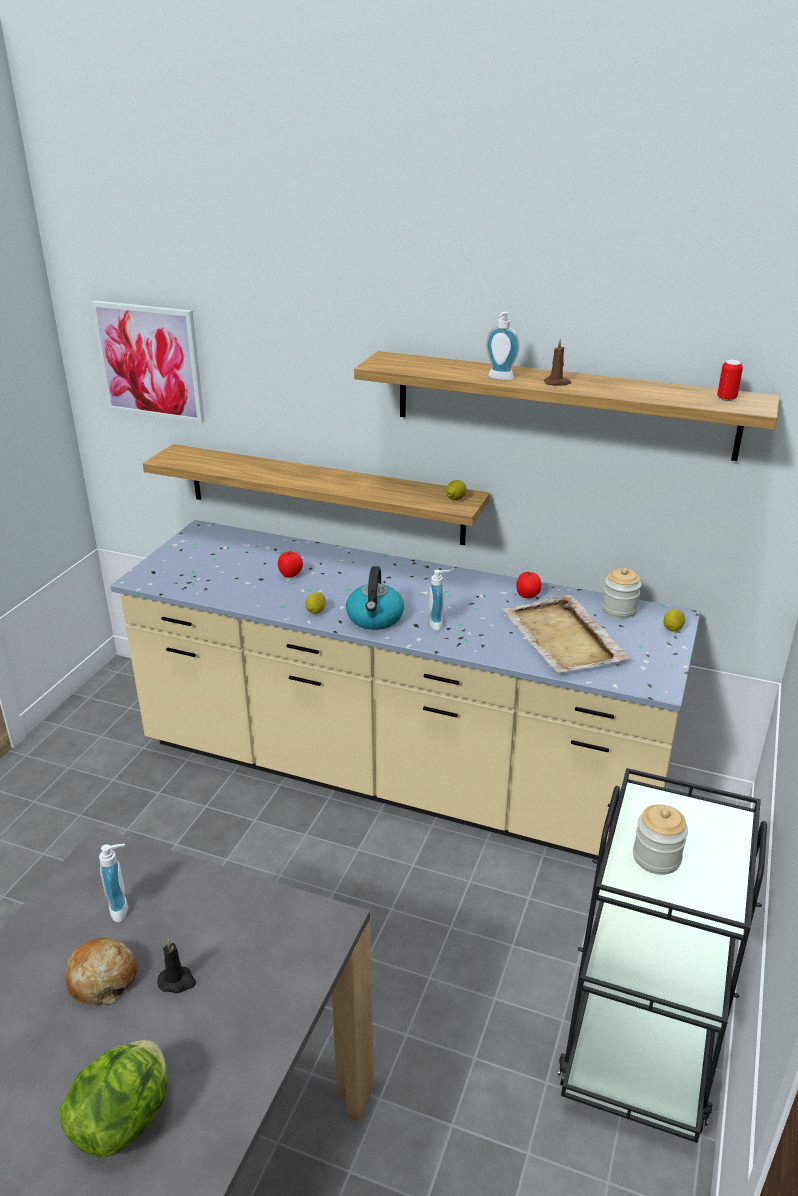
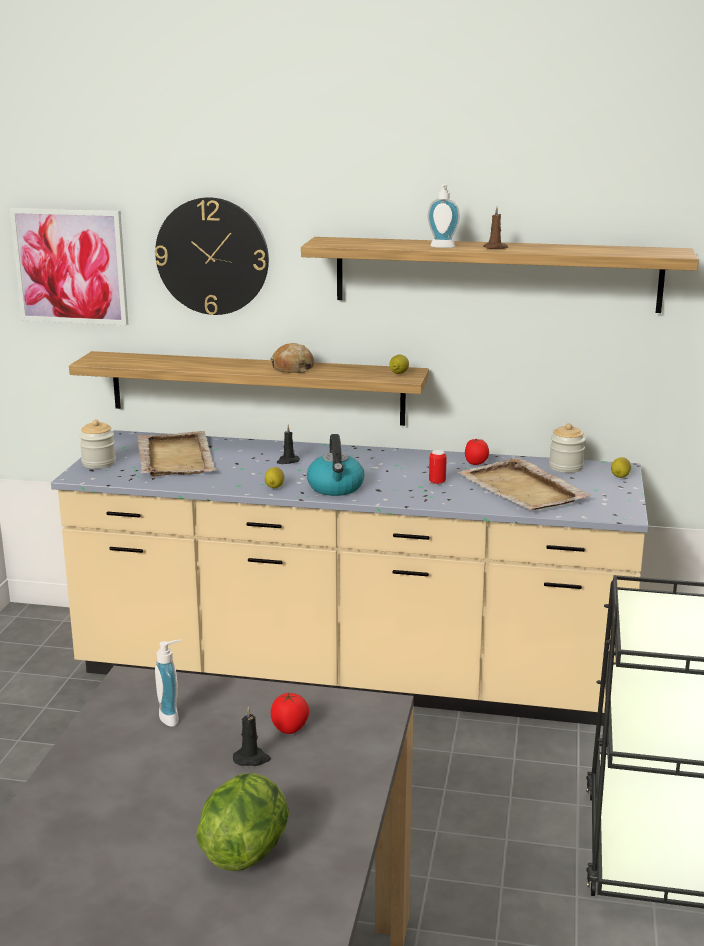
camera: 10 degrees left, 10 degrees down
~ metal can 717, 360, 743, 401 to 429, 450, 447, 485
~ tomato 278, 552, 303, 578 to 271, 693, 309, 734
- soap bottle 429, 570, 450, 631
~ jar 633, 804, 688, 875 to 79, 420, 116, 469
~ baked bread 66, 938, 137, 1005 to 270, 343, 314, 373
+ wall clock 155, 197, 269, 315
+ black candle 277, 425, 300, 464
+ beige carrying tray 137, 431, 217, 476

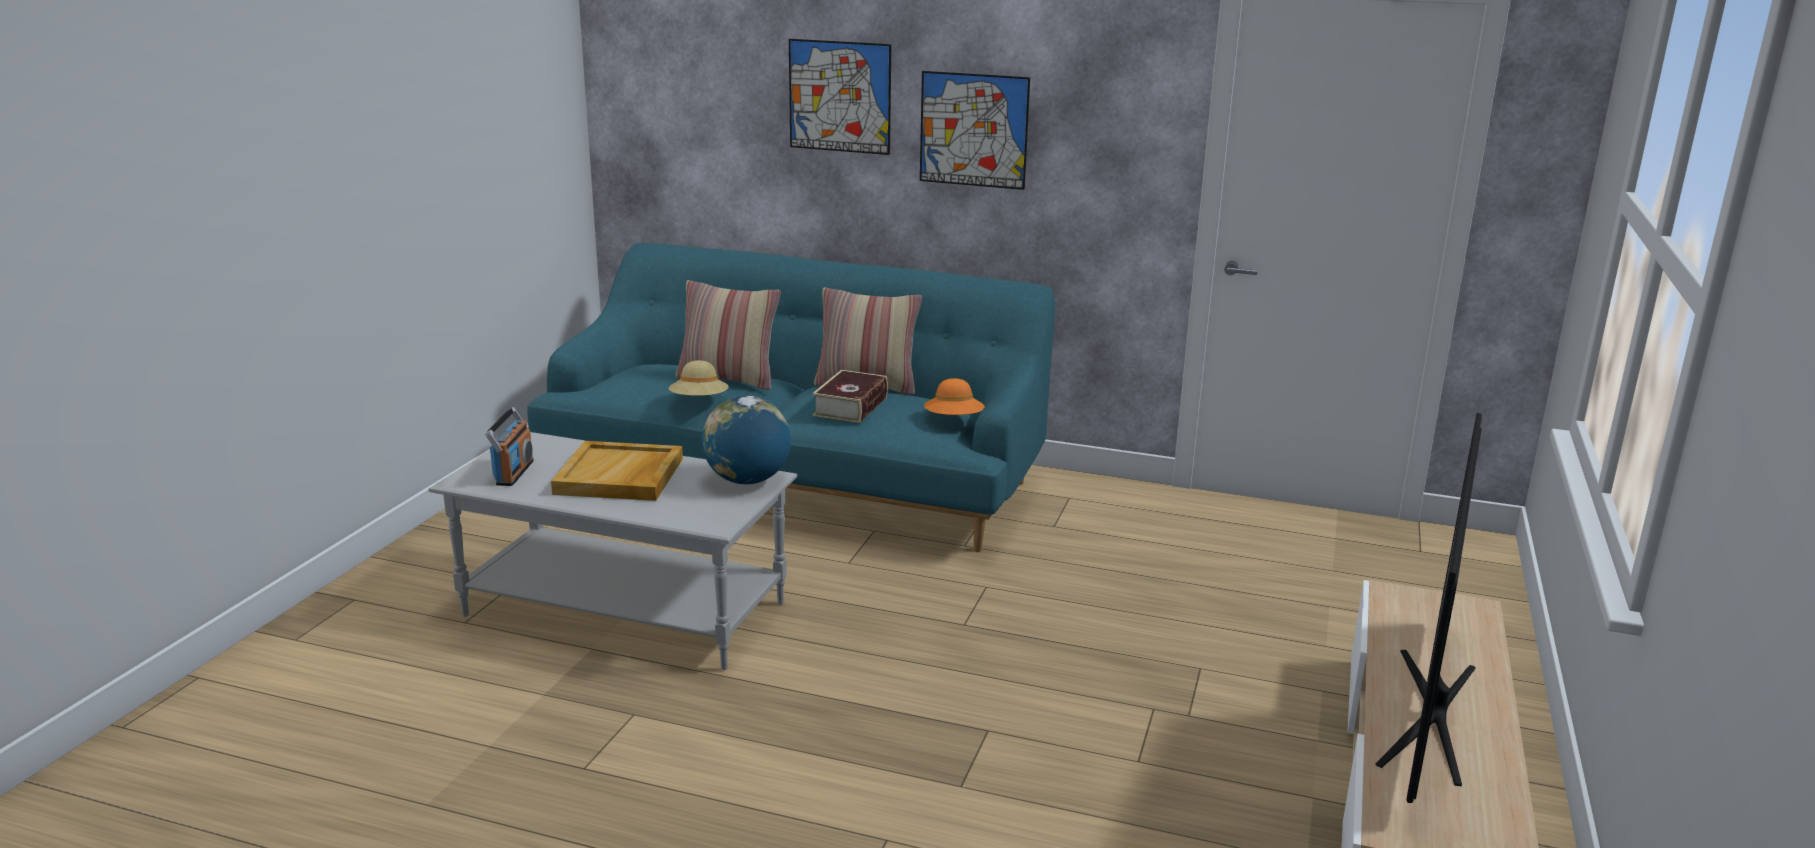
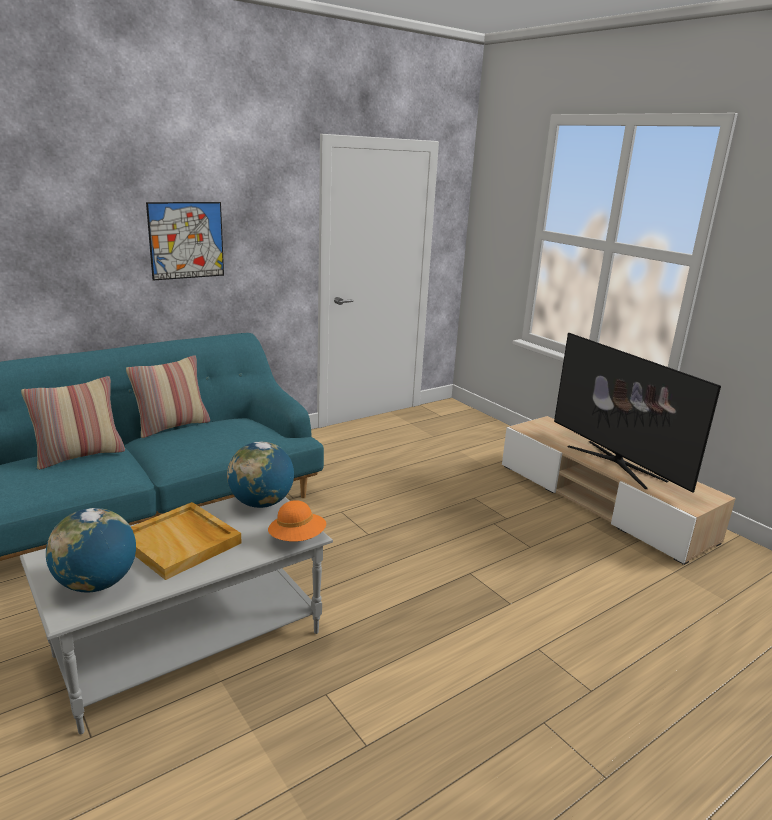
camera: 55 degrees left, 0 degrees up
- wall art 789, 39, 891, 155
- beige hat 669, 360, 729, 396
- bound book 812, 370, 888, 423
~ orange hat 924, 378, 985, 415 to 268, 500, 326, 542
~ radio receiver 485, 407, 534, 486 to desk globe 46, 508, 136, 593

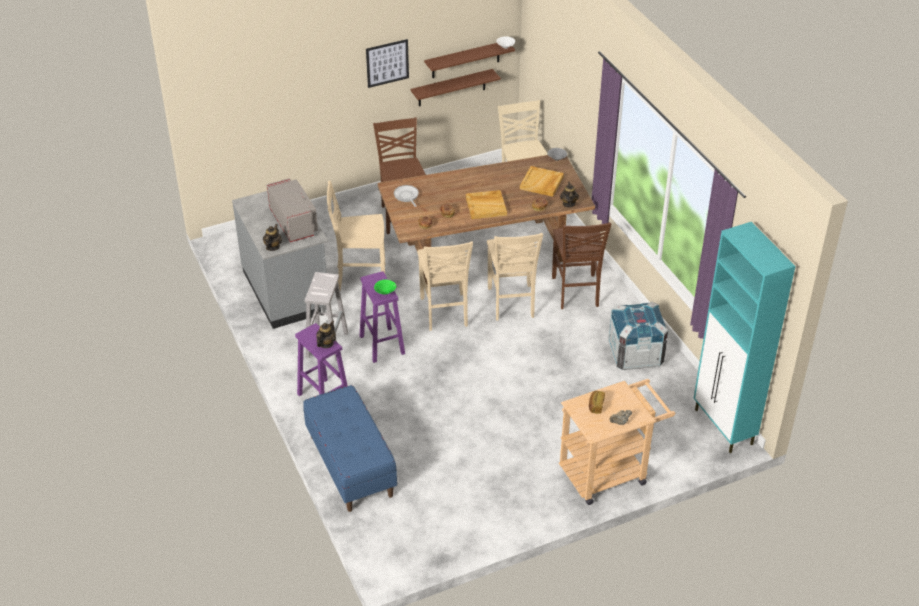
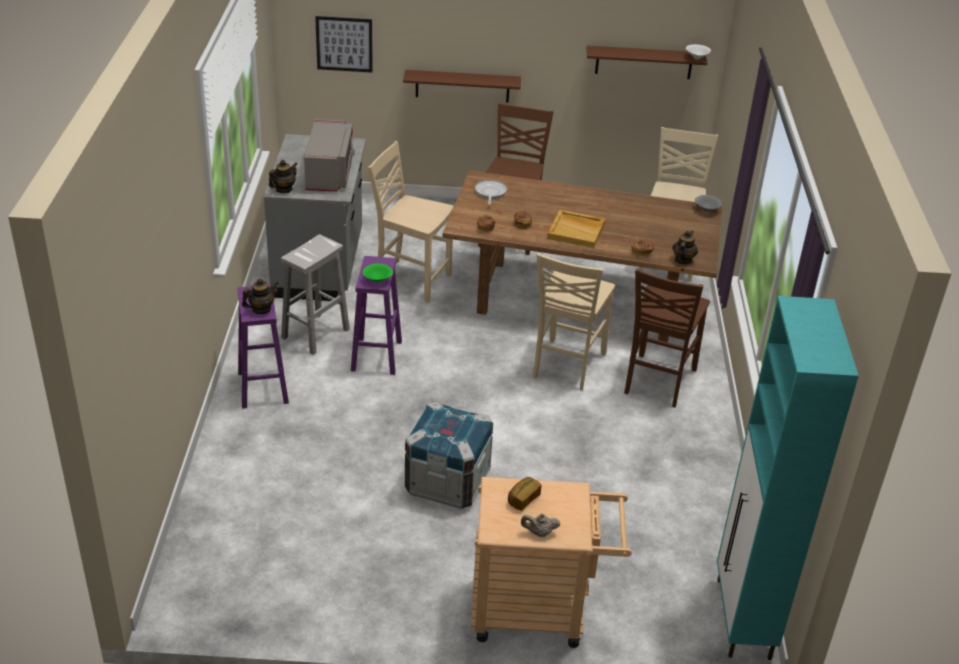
camera: 25 degrees right, 5 degrees down
~ wall art 366, 39, 409, 88 to 315, 16, 373, 72
~ brownish bracket shelf 411, 69, 501, 106 to 403, 70, 521, 103
- beige carrying tray 520, 166, 564, 197
- beige plain chair 417, 241, 473, 331
~ crate 608, 302, 668, 370 to 405, 402, 493, 509
- blue long seat 303, 385, 397, 512

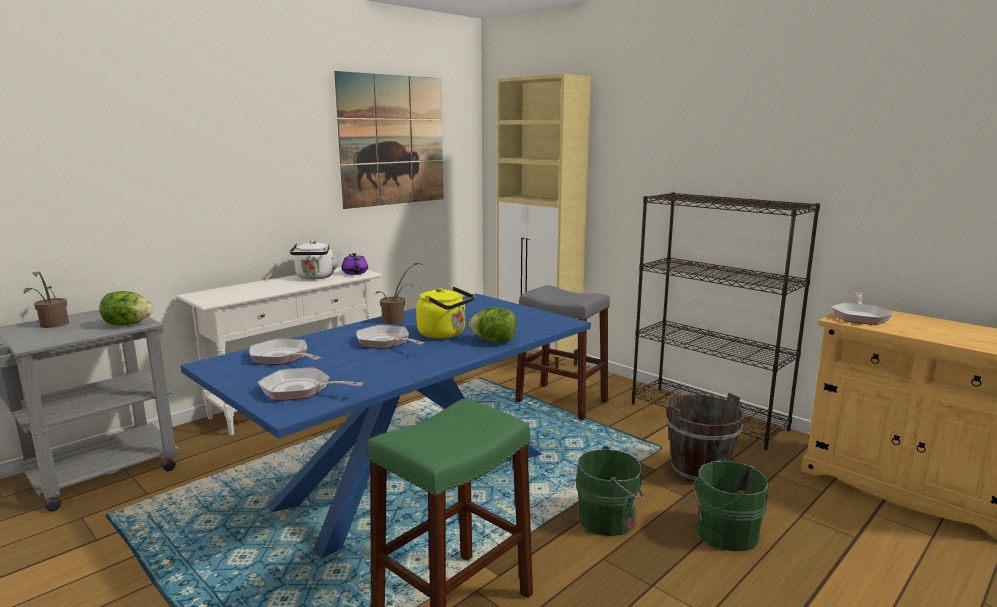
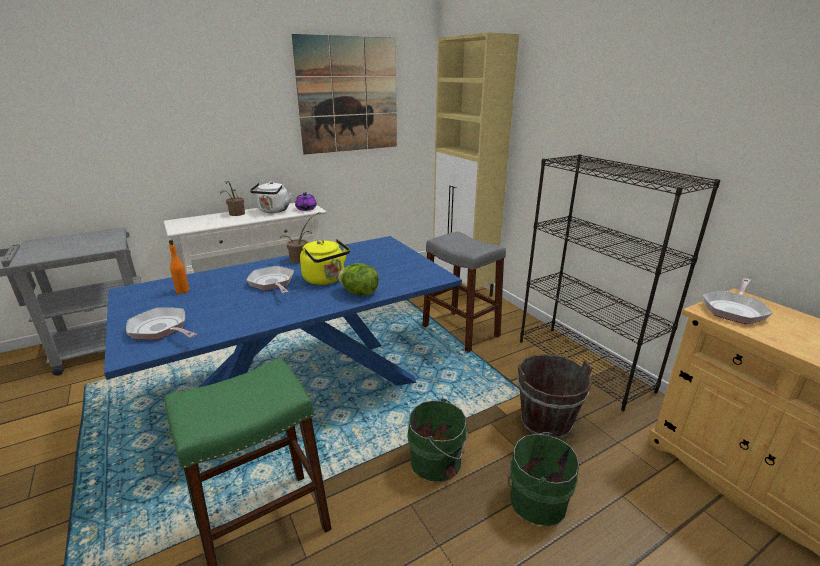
camera: 15 degrees right, 10 degrees up
~ potted plant 24, 272, 69, 328 to 220, 181, 245, 216
- lettuce 99, 291, 153, 326
~ pan 249, 338, 321, 365 to orange drink bottle 169, 240, 189, 294

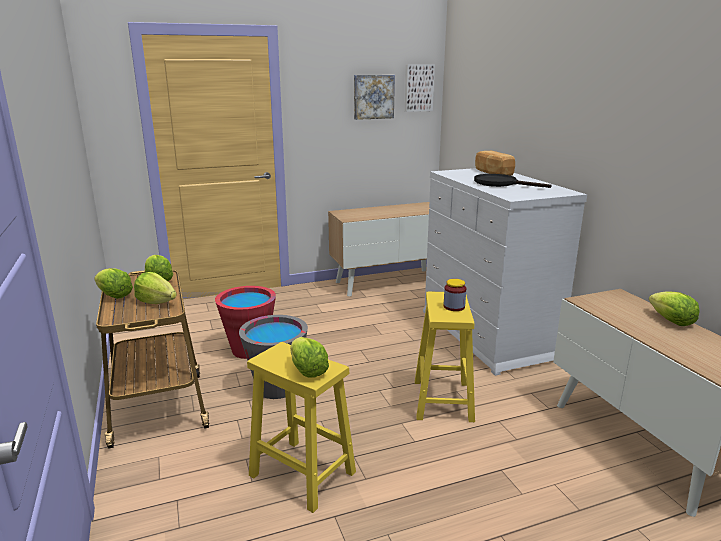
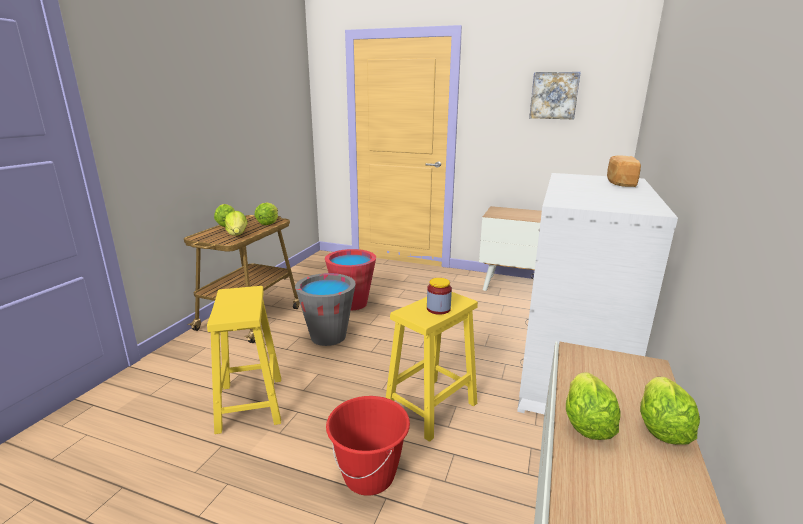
camera: 40 degrees right, 0 degrees up
- wall art 405, 64, 435, 112
- black pan 474, 174, 552, 188
~ lettuce 290, 337, 329, 378 to 566, 372, 621, 440
+ reddish pail 326, 396, 410, 496

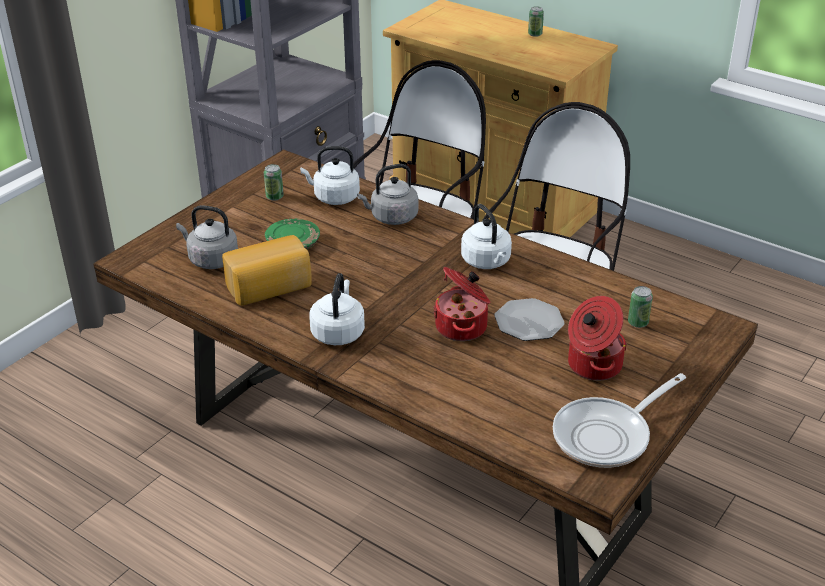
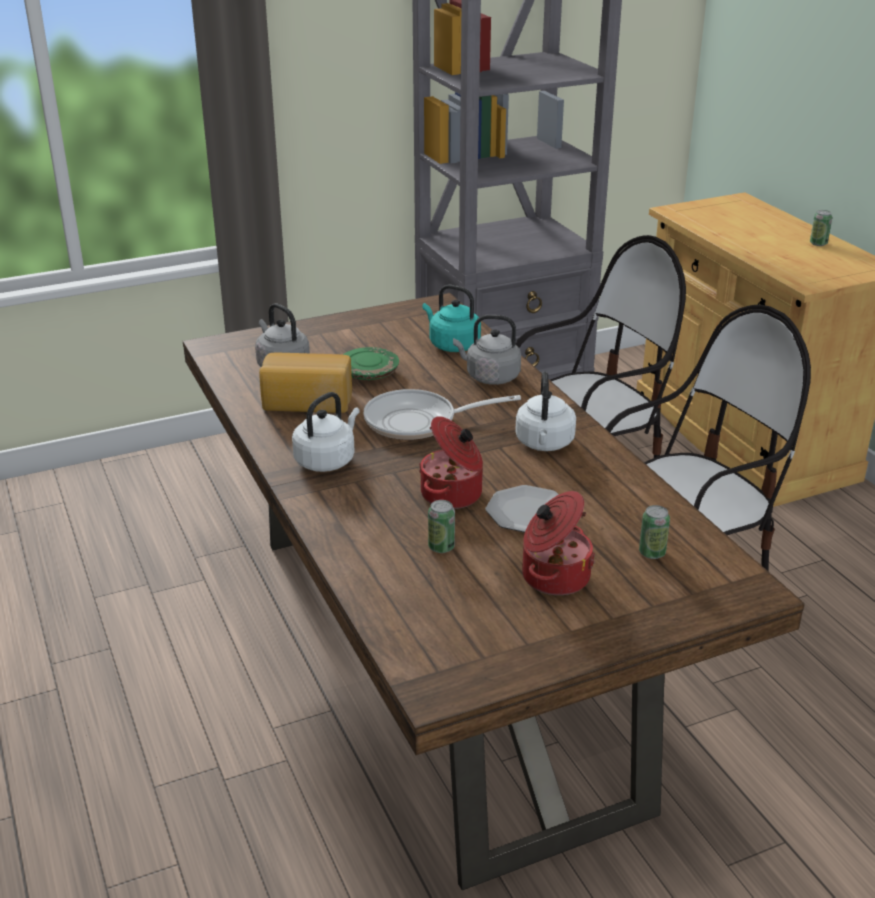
camera: 30 degrees right, 5 degrees down
~ white-coloured water kettle 300, 146, 360, 205 to turquoise-coloured water kettle 423, 285, 481, 352
~ metal can 264, 164, 284, 201 to 428, 500, 455, 553
~ pan 553, 373, 686, 468 to 364, 389, 521, 440

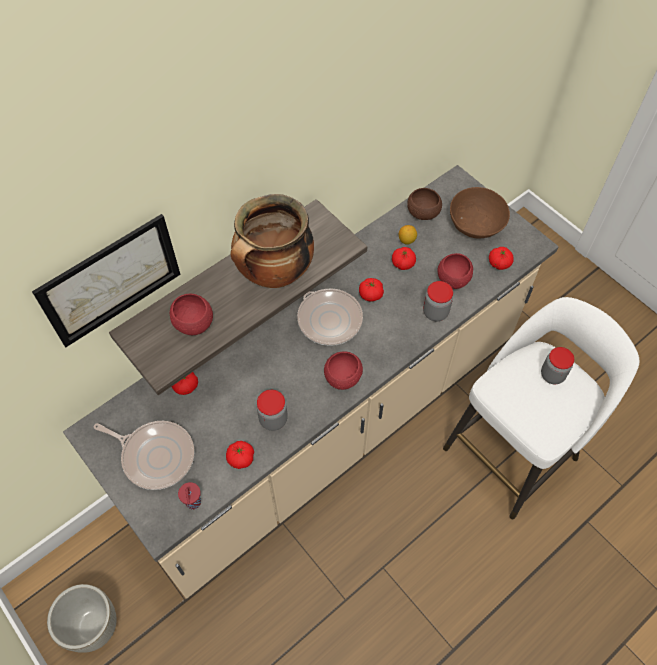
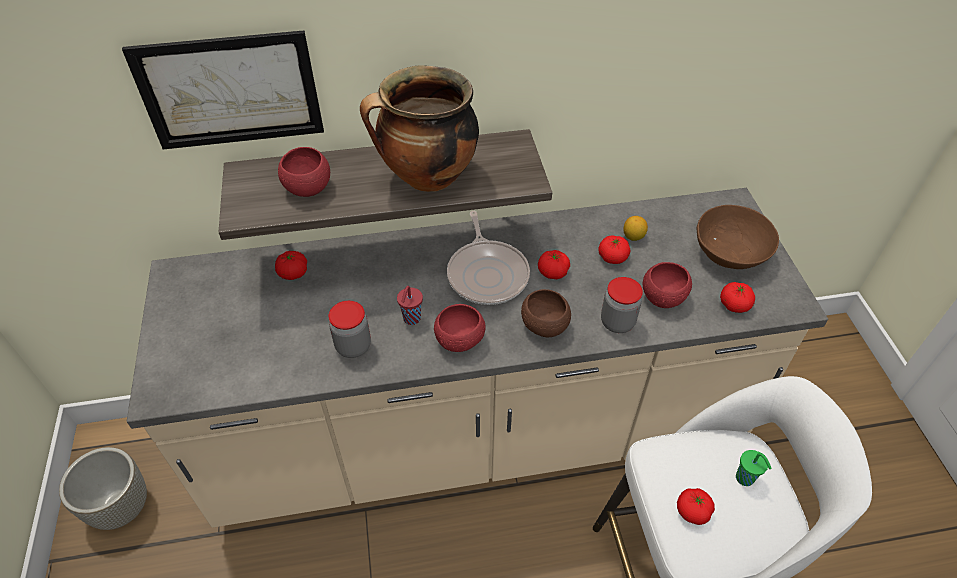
camera: 30 degrees right, 10 degrees down
~ brownish deep dish 407, 188, 442, 220 to 521, 289, 571, 337
~ jar 541, 347, 574, 384 to greenish cup 736, 450, 771, 486
- pan 94, 421, 194, 490
~ tomato 226, 441, 254, 469 to 677, 488, 715, 525
~ reddish cup 178, 482, 201, 510 to 397, 286, 423, 325

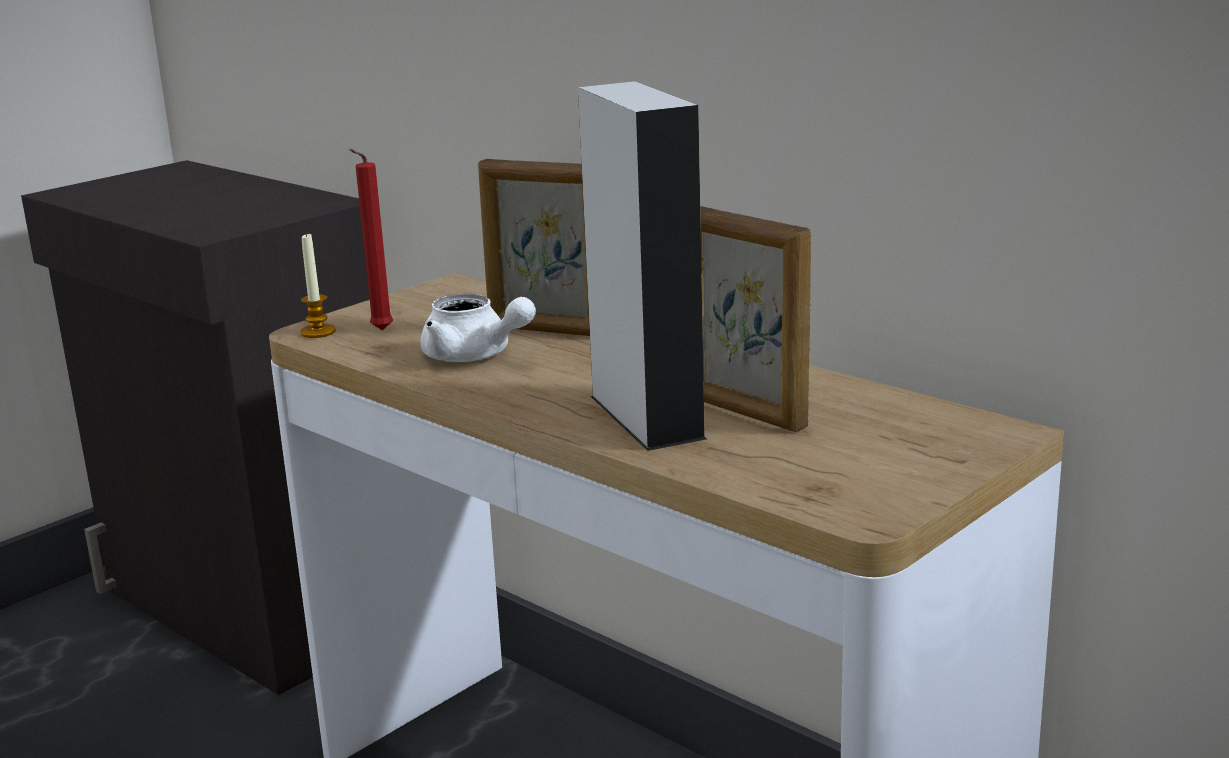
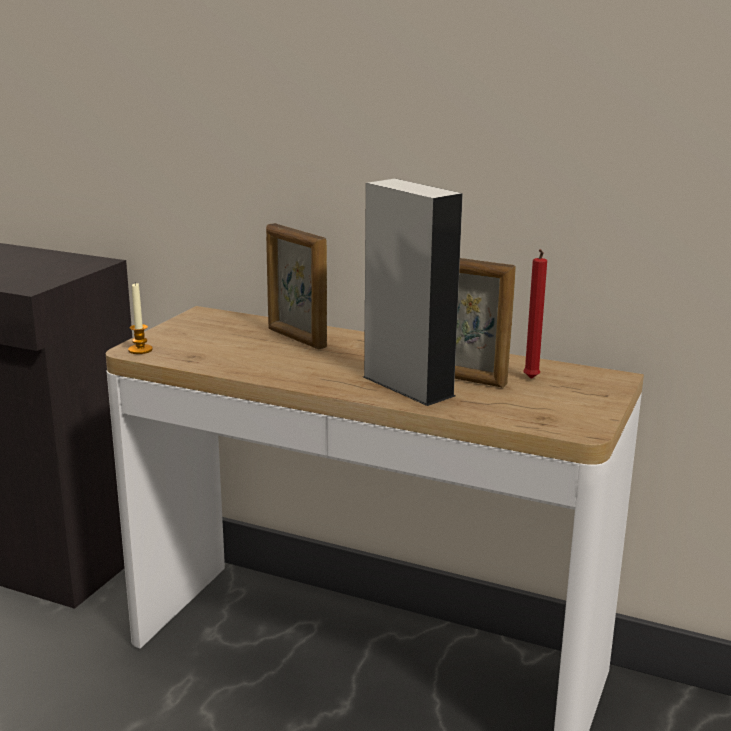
camera: 20 degrees left, 0 degrees up
~ reddish candle 349, 149, 393, 331 to 523, 249, 547, 379
~ photo frame 478, 159, 590, 336 = 266, 223, 327, 349 45 degrees clockwise
- white-coloured pot for tea 420, 294, 536, 362

